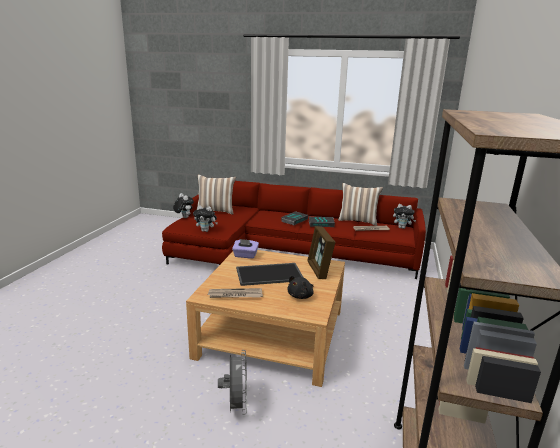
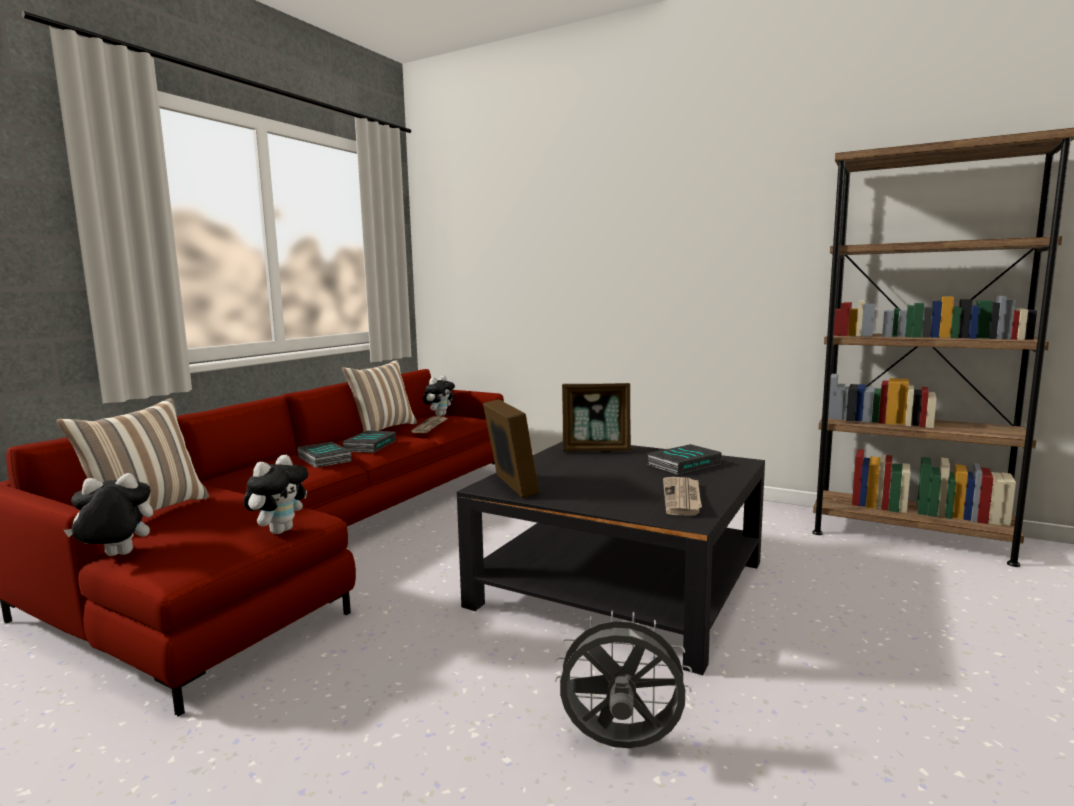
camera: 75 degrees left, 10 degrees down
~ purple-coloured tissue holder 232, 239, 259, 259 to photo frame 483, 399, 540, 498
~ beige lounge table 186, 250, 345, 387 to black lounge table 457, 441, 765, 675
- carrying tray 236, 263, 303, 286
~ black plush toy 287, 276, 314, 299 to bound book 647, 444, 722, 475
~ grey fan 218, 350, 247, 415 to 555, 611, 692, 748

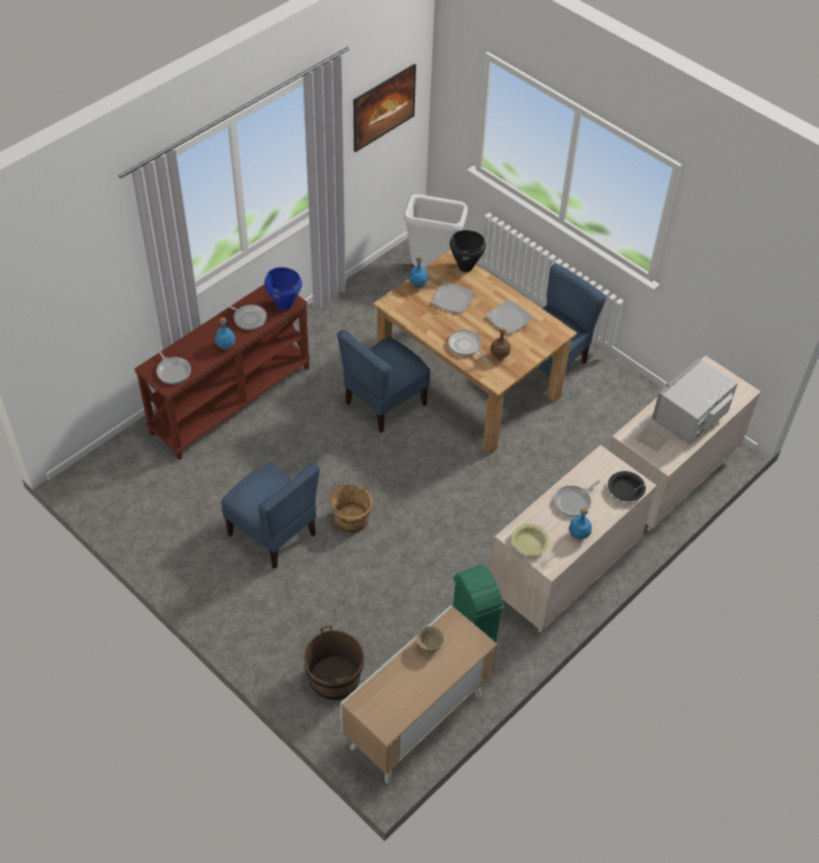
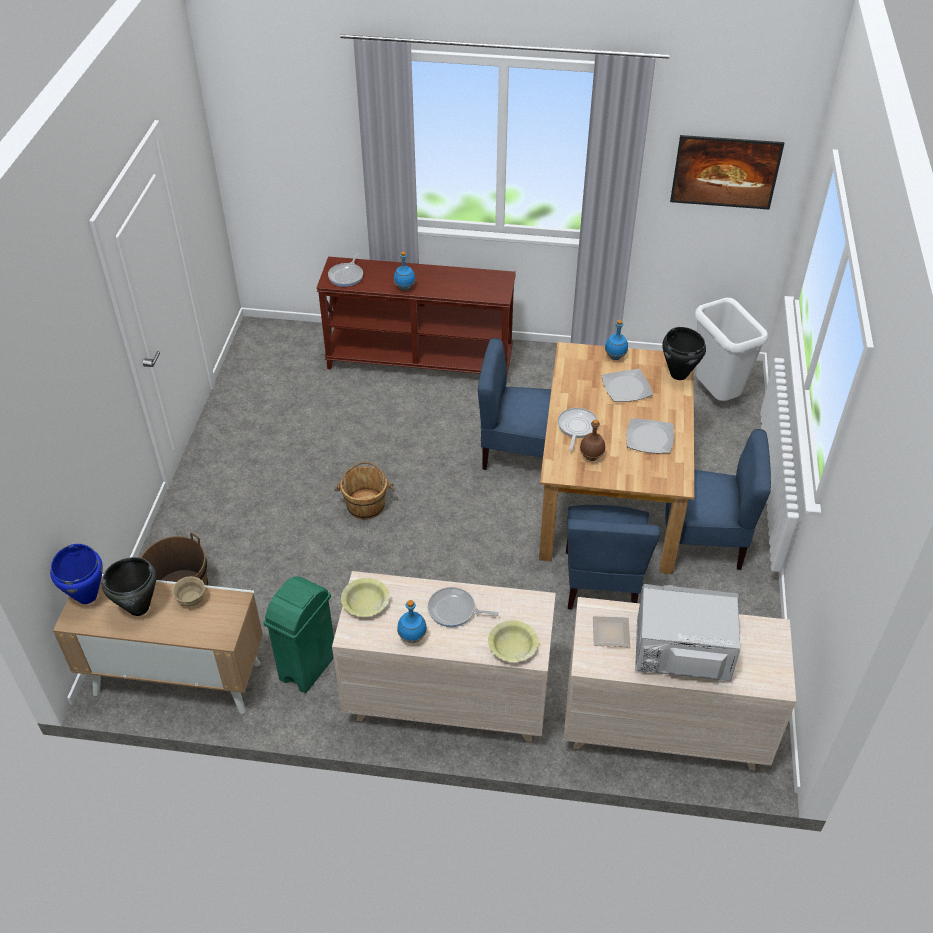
camera: 55 degrees right, 5 degrees down
~ blue saucepot 265, 267, 302, 311 to 50, 544, 103, 604
- pan 221, 302, 267, 330
~ blue plain chair 221, 462, 320, 569 to 566, 505, 661, 609
~ black deep dish 608, 471, 646, 501 to yellow-coloured deep dish 488, 620, 538, 662
+ black saucepot 102, 557, 156, 616

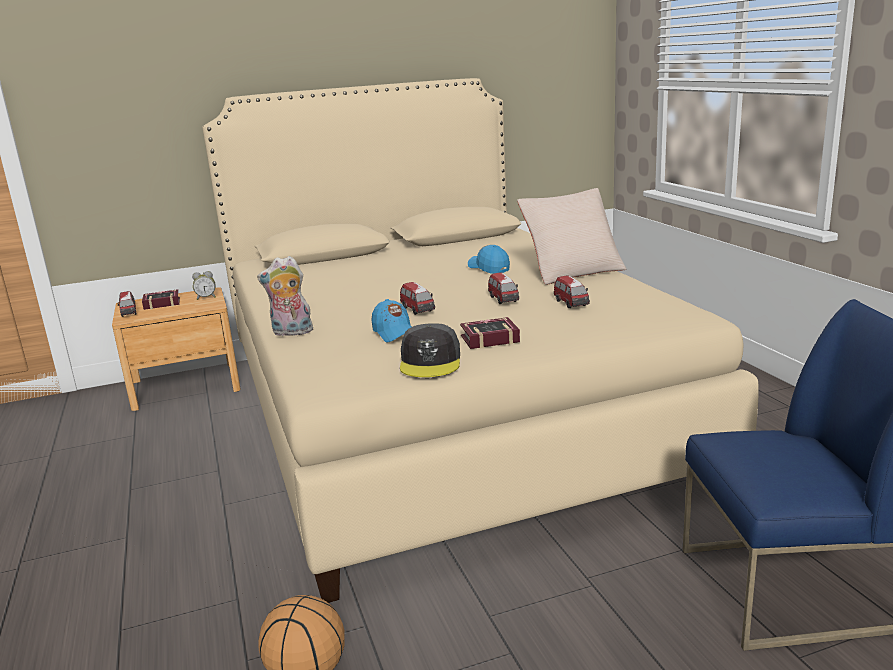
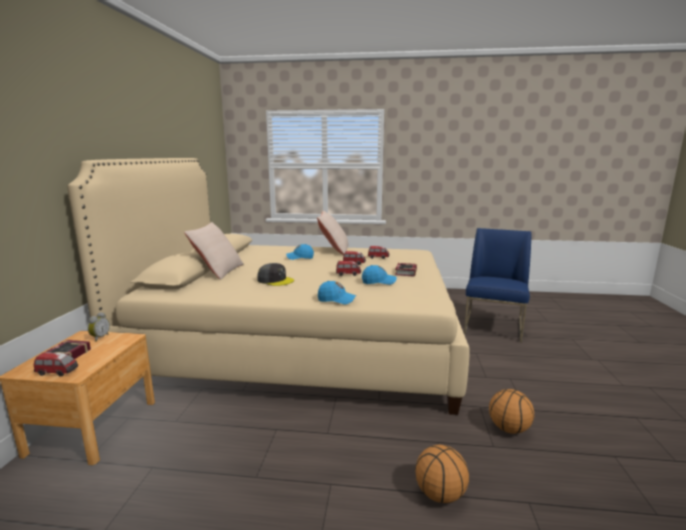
camera: 65 degrees left, 5 degrees down
~ plush toy 257, 256, 313, 336 to blue baseball cap 318, 281, 356, 305
~ grey baseball cap 400, 323, 460, 377 to 257, 263, 294, 286
+ beige pillow 184, 222, 244, 280
+ basketball 415, 445, 469, 503

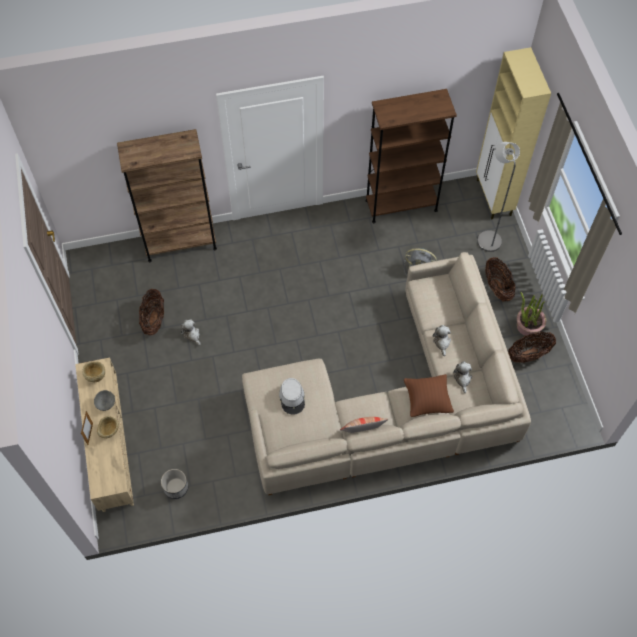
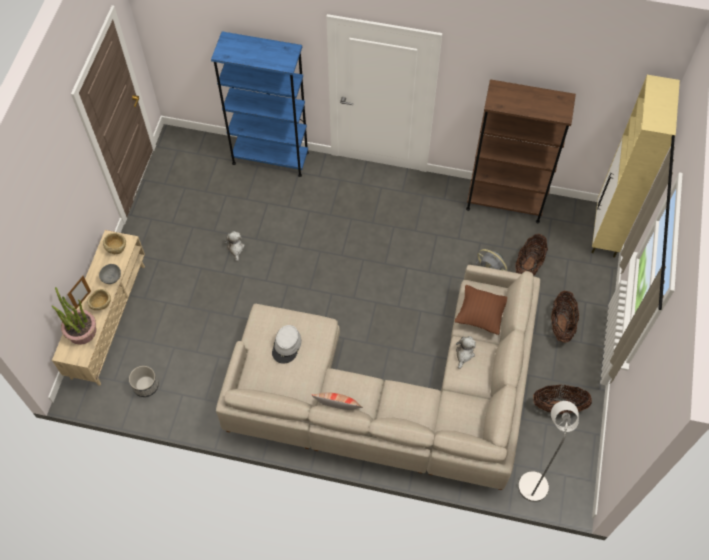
camera: 25 degrees right, 0 degrees up
~ brownish bookcase 117, 129, 217, 263 to blue bookcase 211, 31, 309, 177
~ grey standard lamp 477, 142, 520, 252 to 518, 401, 579, 502
~ household basket 139, 289, 164, 335 to 515, 234, 548, 276
~ potted plant 517, 292, 546, 337 to 51, 287, 96, 345
- plush toy 453, 361, 472, 393
~ brownish pillow 404, 374, 454, 417 to 455, 285, 507, 335

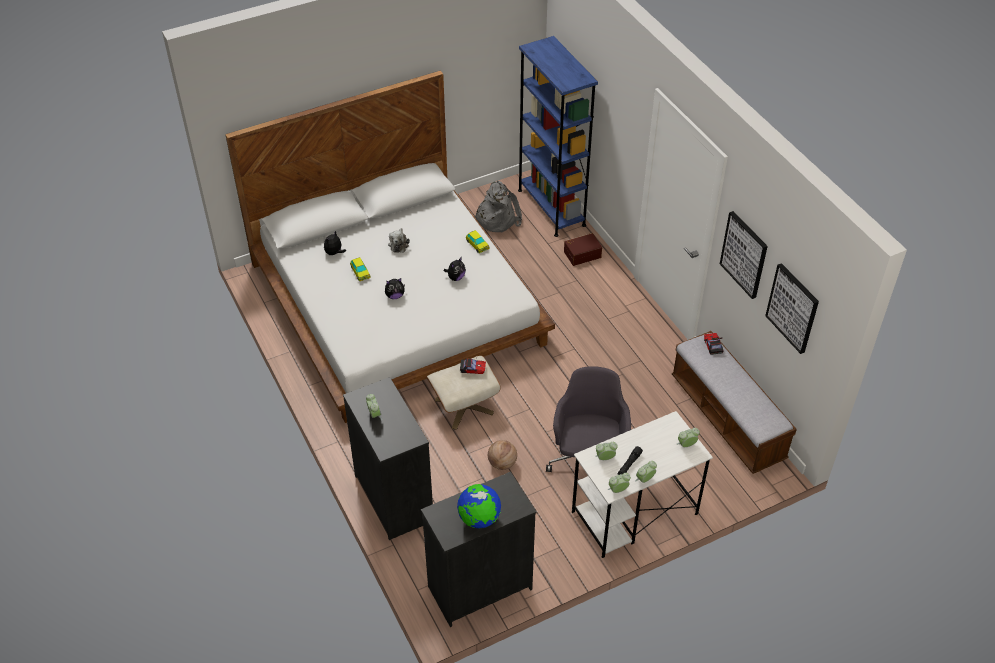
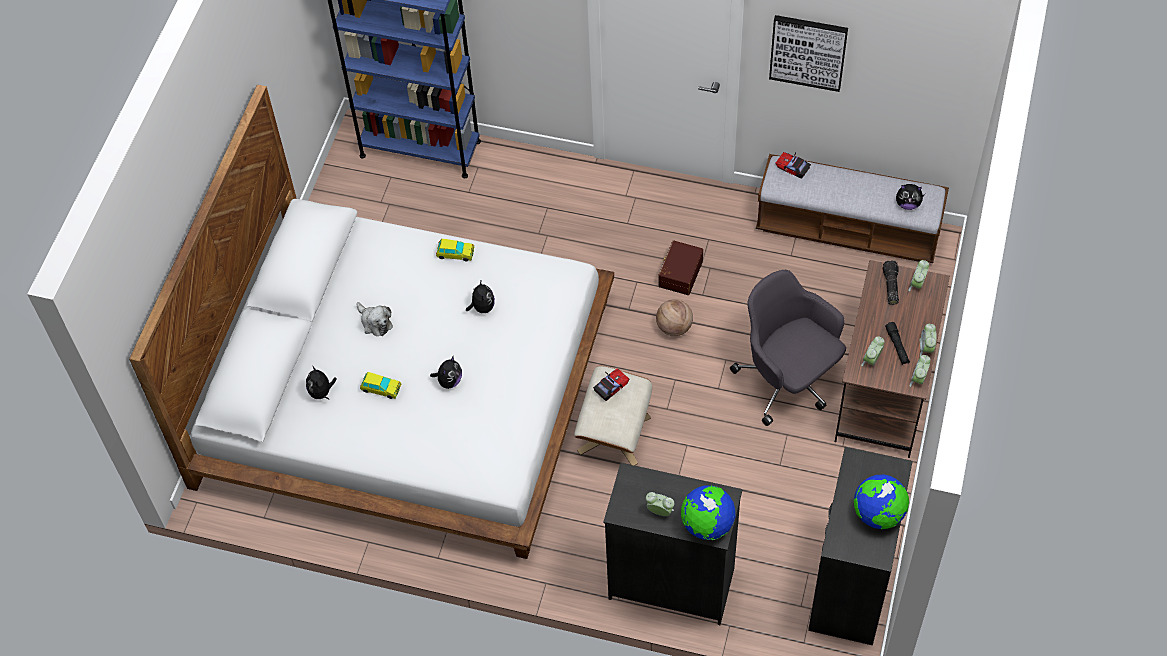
camera: 45 degrees left, 10 degrees up
- grey backpack 475, 181, 522, 232
~ brownish storage container 564, 233, 602, 266 to 658, 240, 703, 295
- wall art 765, 263, 819, 354
~ white-coloured desk unit 572, 411, 713, 558 to brownish desk unit 835, 260, 950, 458
~ basketball 488, 440, 517, 470 to 656, 299, 693, 336
+ plush toy 896, 184, 925, 210
+ torch 883, 260, 899, 305
+ desk globe 681, 486, 735, 540

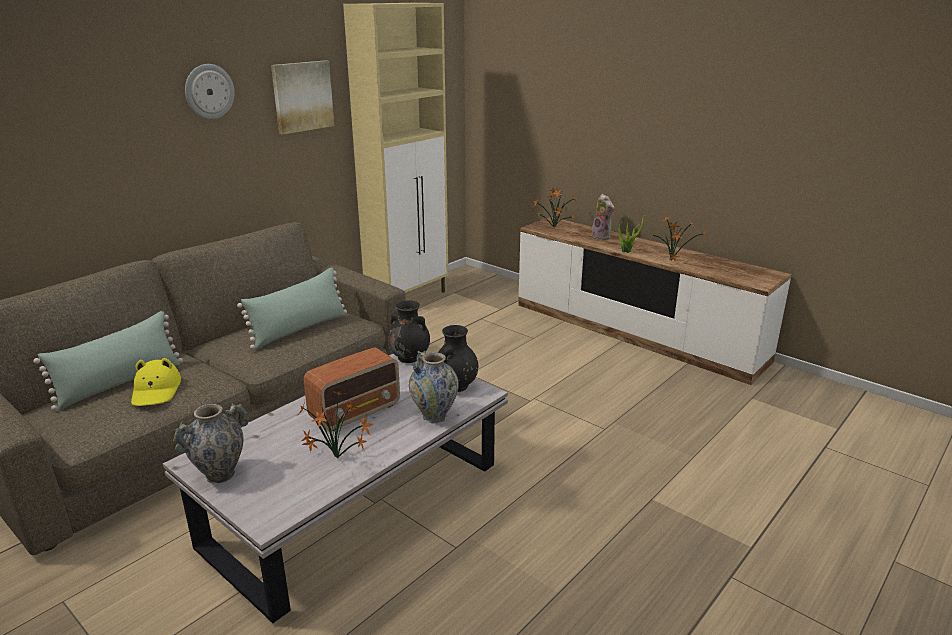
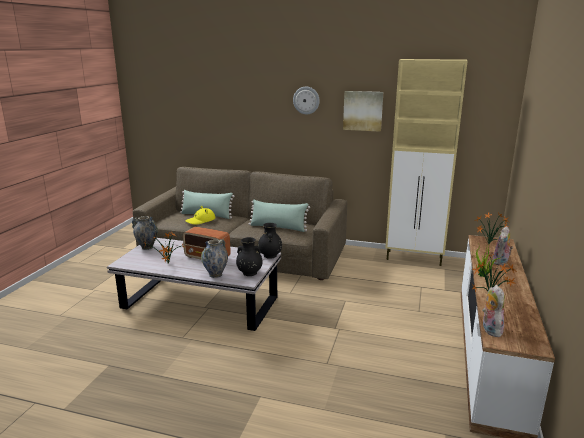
camera: 65 degrees right, 5 degrees down
+ plush toy 482, 285, 505, 337

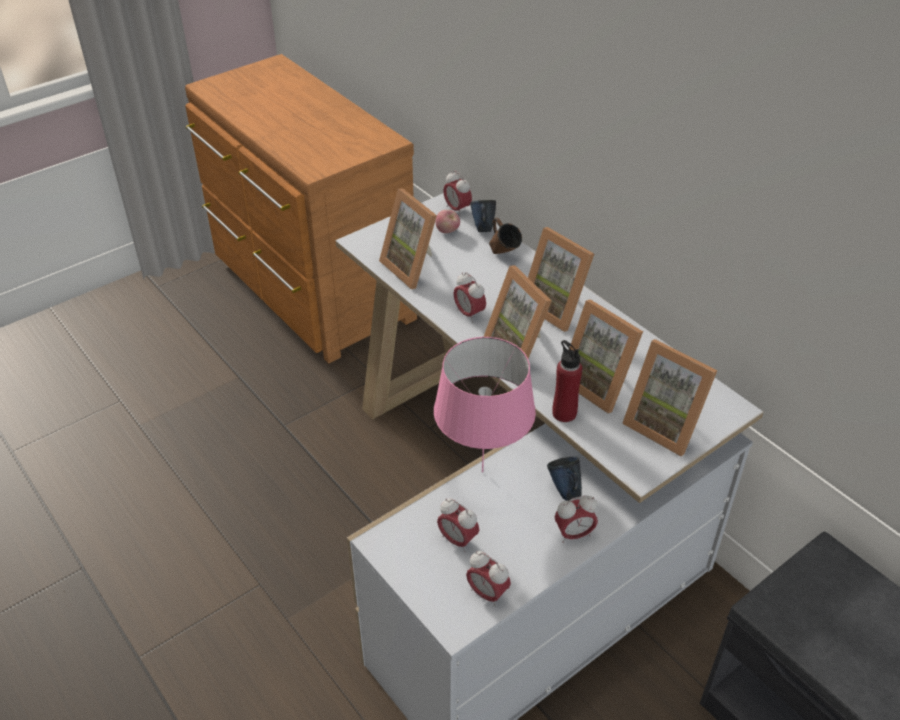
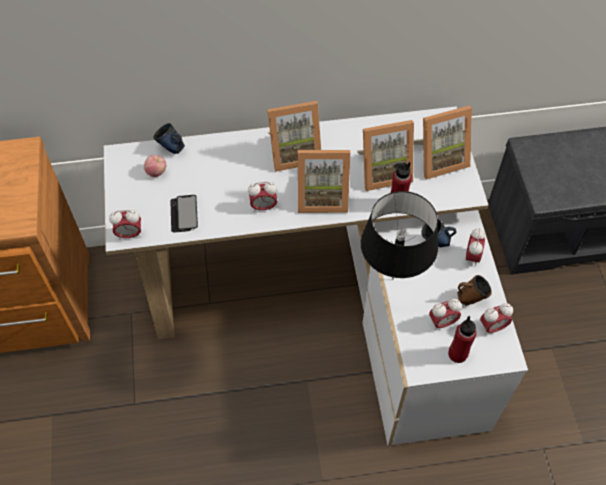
camera: 60 degrees left, 15 degrees up
~ bedside clock 443, 170, 472, 216 to 109, 210, 141, 240
~ photo frame 379, 189, 437, 289 to handset 170, 195, 198, 232
~ brownish tea mug 489, 218, 522, 254 to 457, 275, 492, 306
~ pink lamp for a table 434, 337, 536, 472 to black lamp for a table 361, 191, 438, 280
+ reddish drink bottle 448, 316, 477, 363

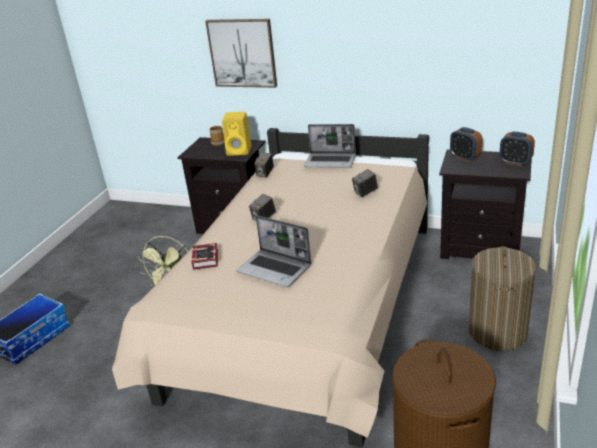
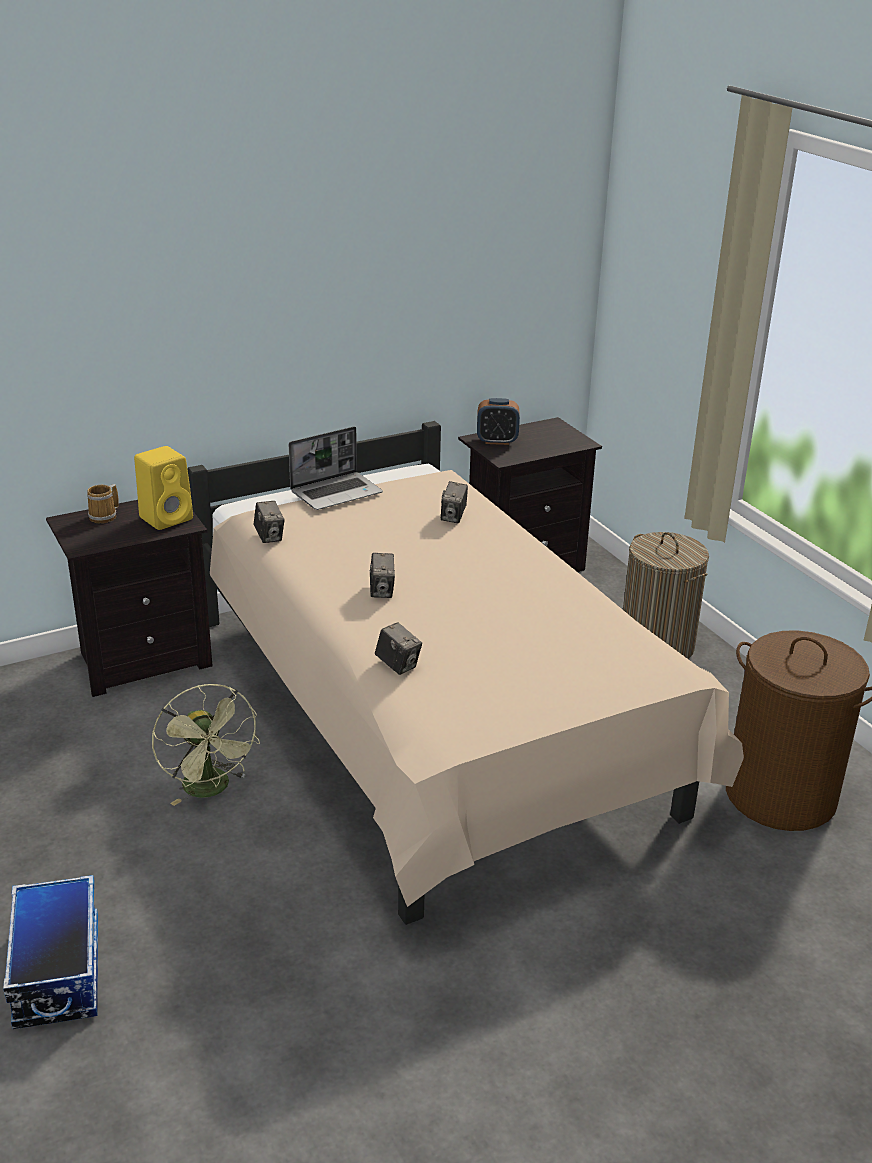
camera: 50 degrees left, 0 degrees up
- wall art 205, 19, 277, 88
- bedside clock 499, 132, 535, 166
- laptop 236, 215, 311, 287
~ bound book 191, 243, 218, 270 to still camera 375, 622, 422, 675

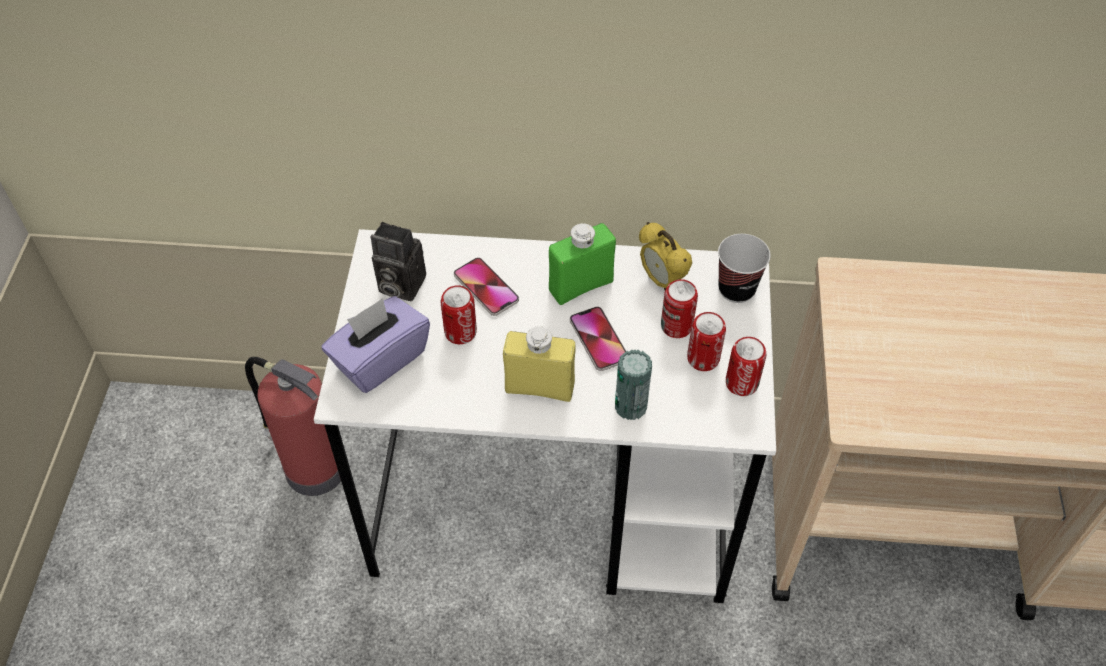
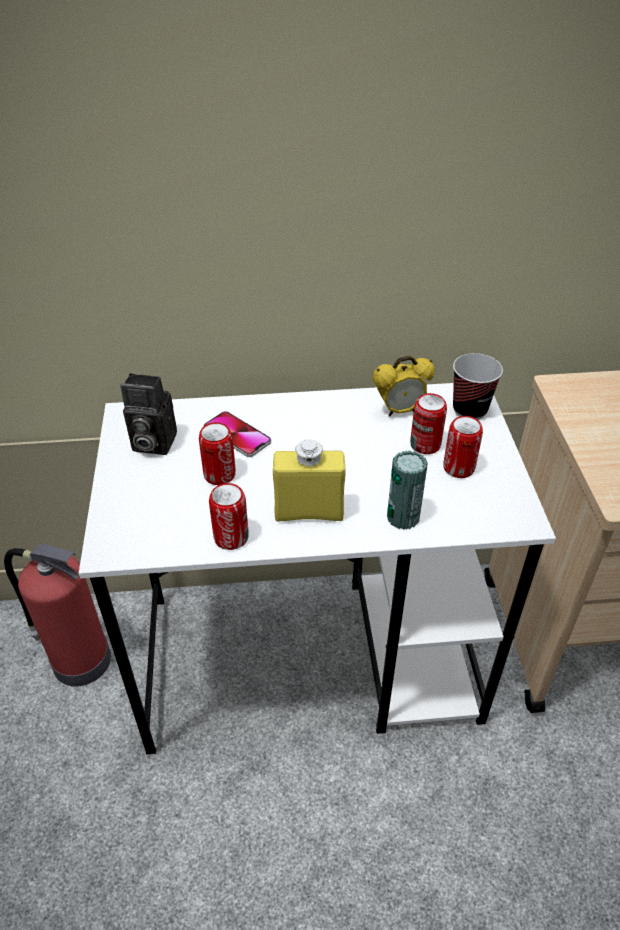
camera: 10 degrees left, 10 degrees down
~ bedside clock 639, 222, 692, 290 = 373, 356, 435, 416 60 degrees counterclockwise
- greenish drink bottle 549, 223, 616, 305
- purple-coloured tissue holder 322, 296, 430, 393
- handset 570, 307, 626, 371
~ metal can 726, 337, 766, 396 to 209, 483, 249, 550

